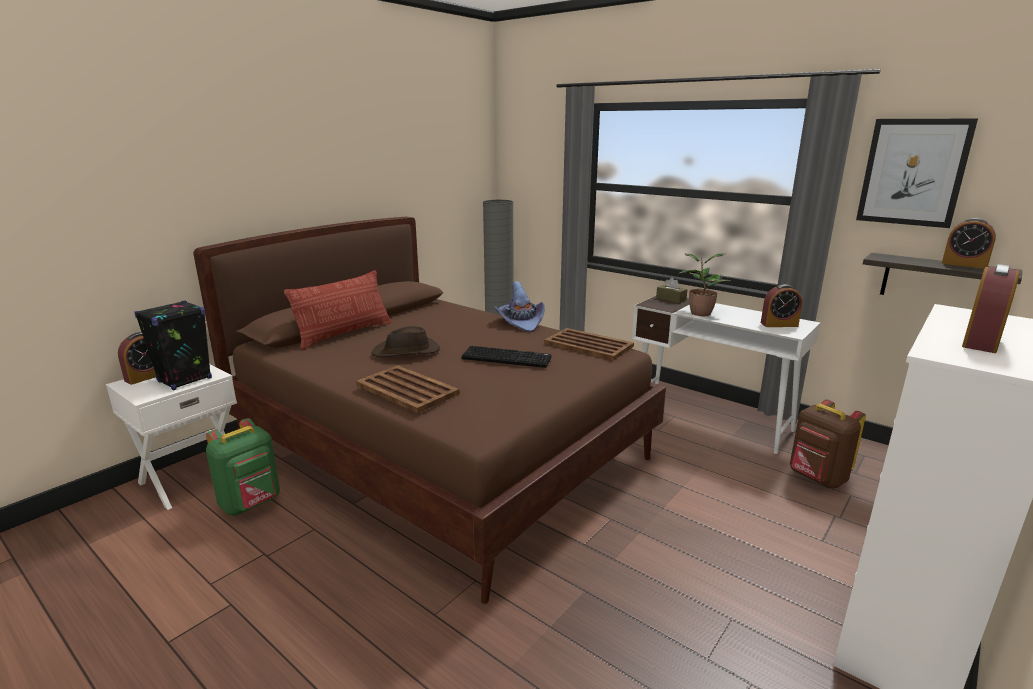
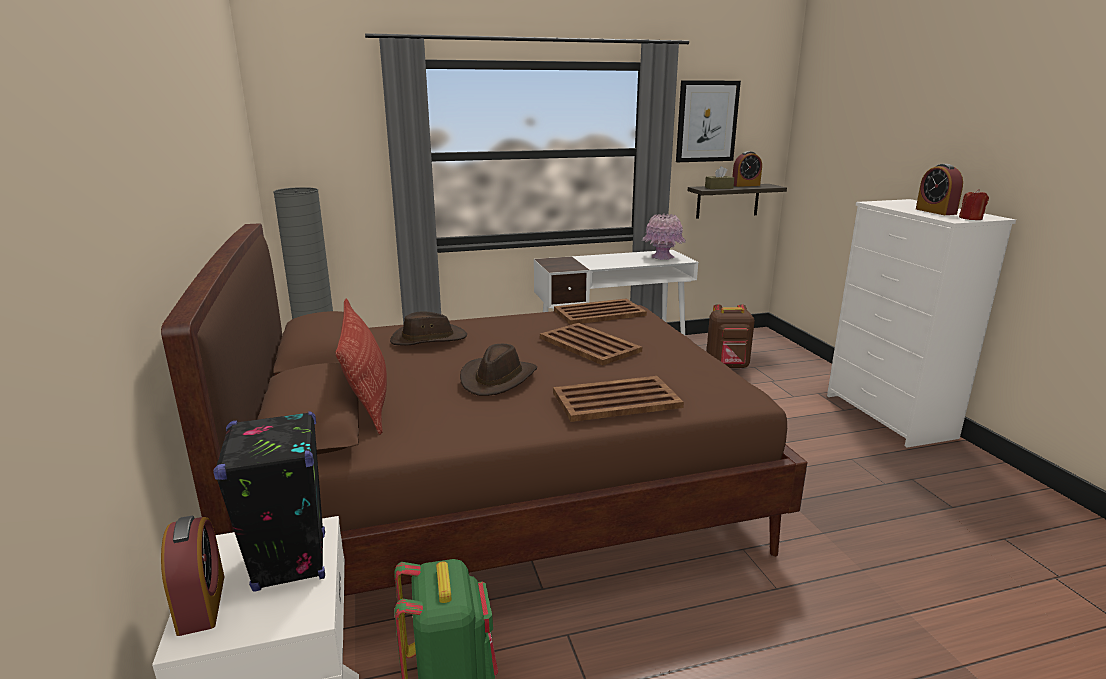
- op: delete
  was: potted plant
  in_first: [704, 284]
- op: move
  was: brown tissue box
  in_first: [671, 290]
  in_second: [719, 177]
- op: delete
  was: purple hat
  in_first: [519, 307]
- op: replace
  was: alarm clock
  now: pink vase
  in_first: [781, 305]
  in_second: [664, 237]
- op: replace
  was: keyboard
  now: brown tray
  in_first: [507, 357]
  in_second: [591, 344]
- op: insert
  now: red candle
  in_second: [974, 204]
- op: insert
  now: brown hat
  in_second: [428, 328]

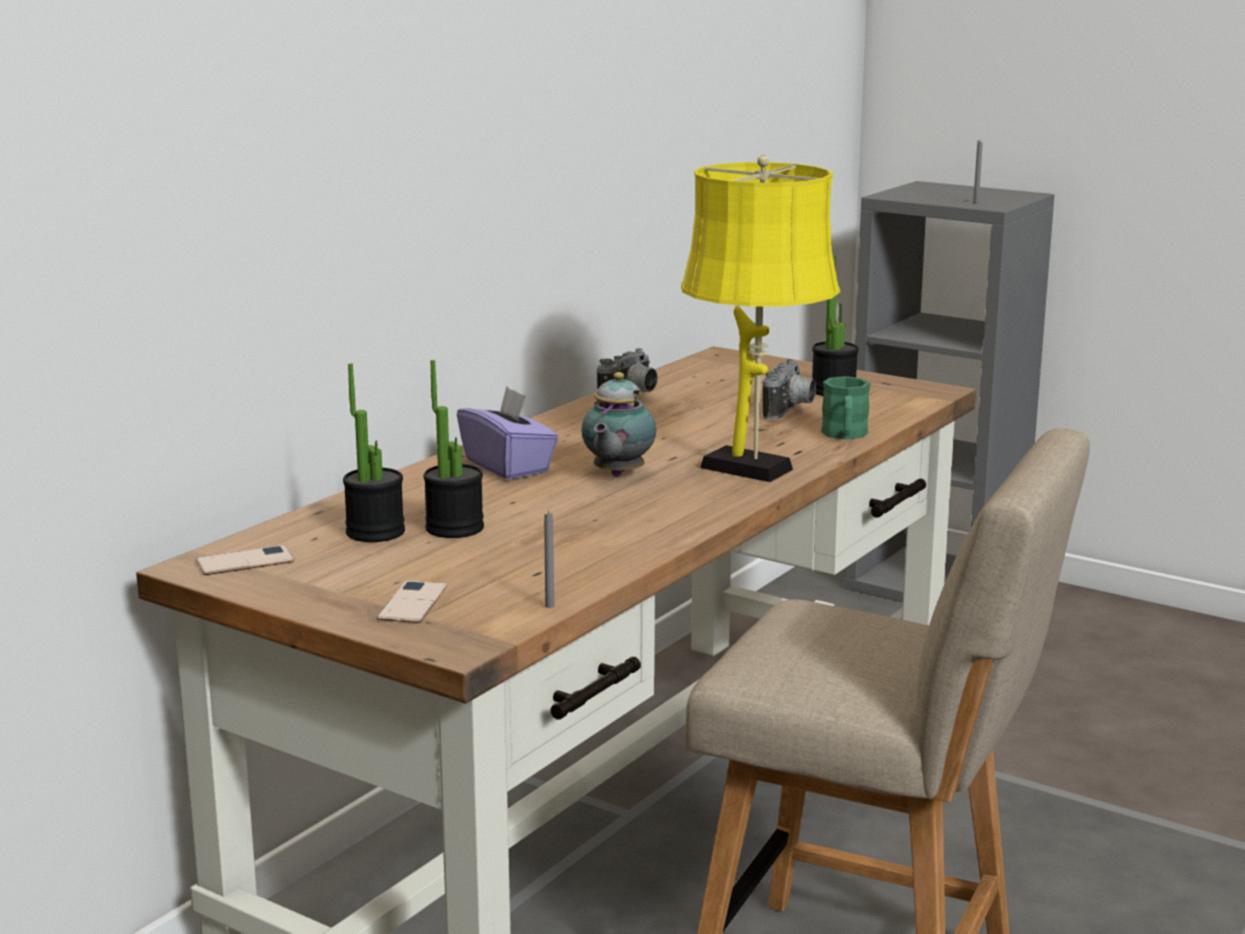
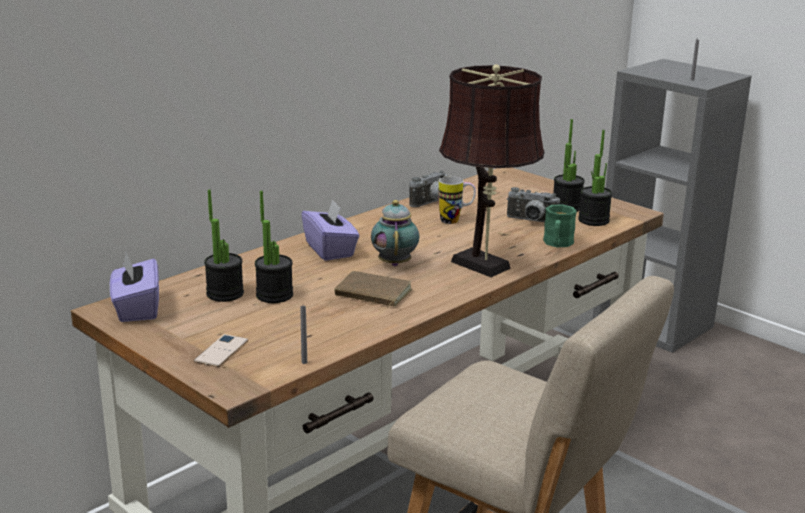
- op: recolor
  was: yellow table lamp
  now: brown table lamp
  in_first: [760, 318]
  in_second: [491, 170]
- op: rotate
  was: photo camera
  in_first: [789, 389]
  in_second: [533, 204]
  clockwise: 75
- op: rotate
  was: teapot
  in_first: [618, 424]
  in_second: [395, 233]
  clockwise: 150
- op: replace
  was: phone
  now: purple tissue box
  in_first: [245, 560]
  in_second: [134, 287]
- op: insert
  now: potted plant
  in_second: [595, 178]
- op: insert
  now: mug
  in_second: [457, 200]
- op: insert
  now: brown book
  in_second: [373, 289]

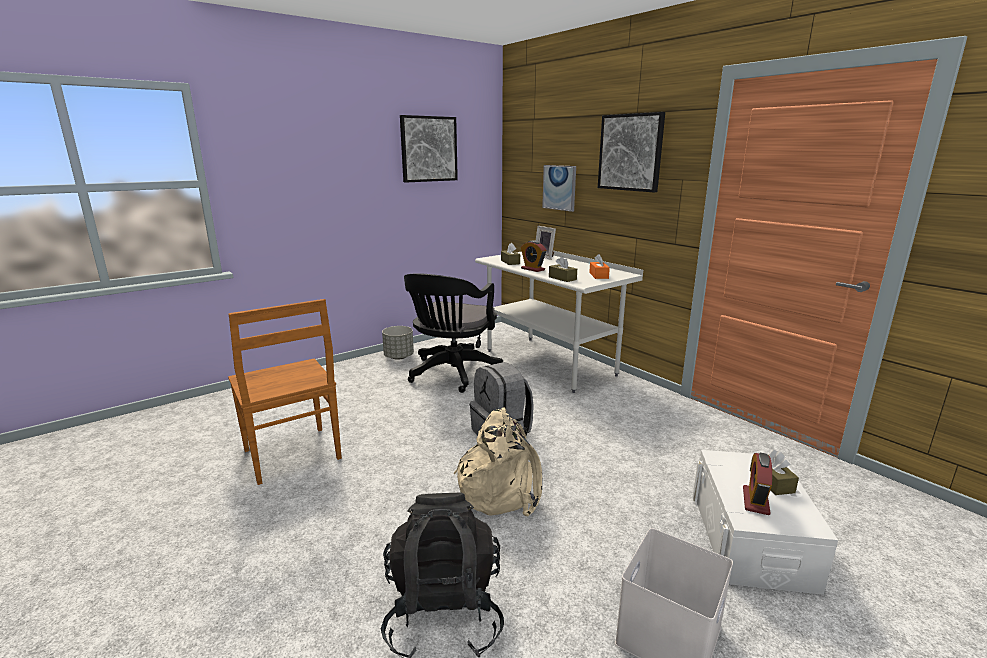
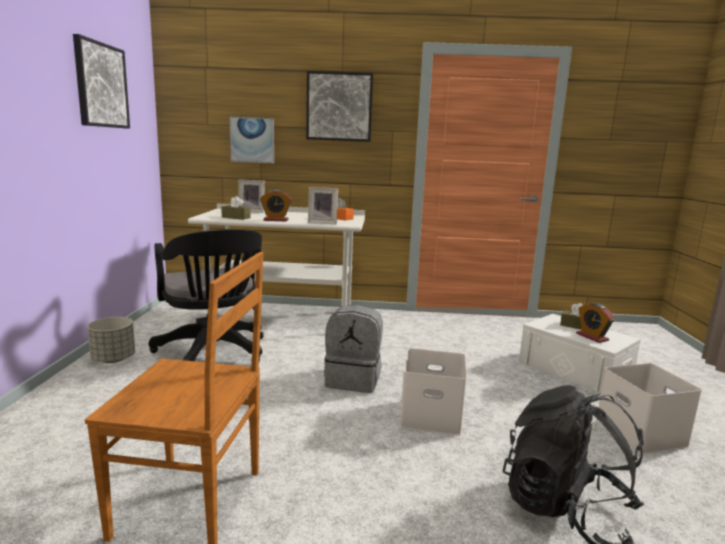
- op: replace
  was: brown tissue box
  now: picture frame
  in_first: [563, 269]
  in_second: [323, 205]
- op: replace
  was: beige backpack
  now: white storage box
  in_first: [498, 462]
  in_second: [433, 392]

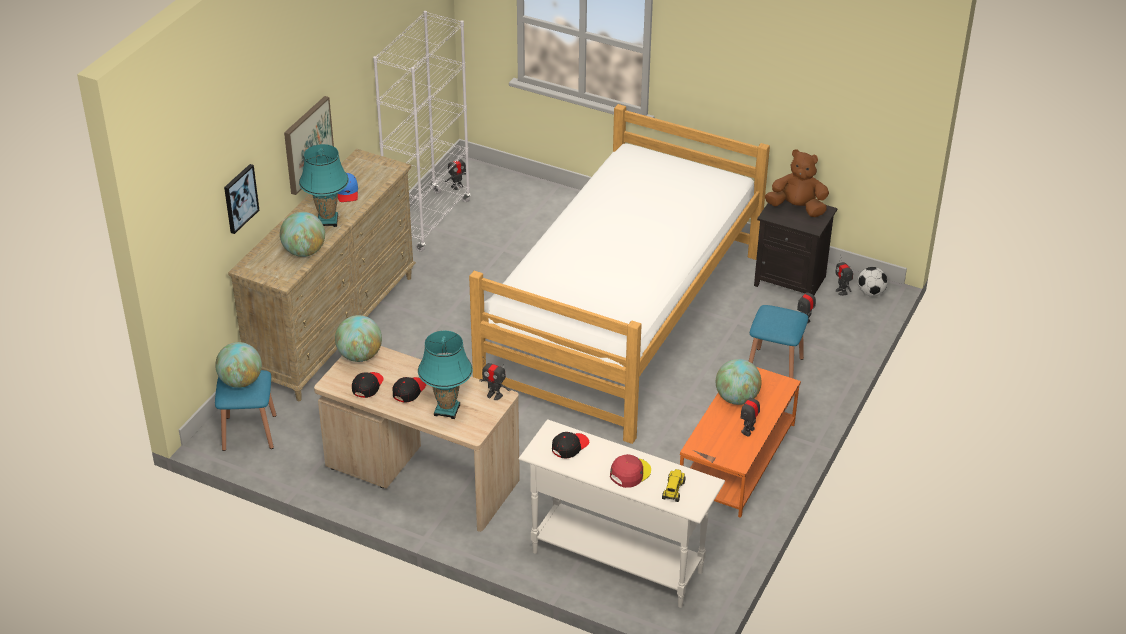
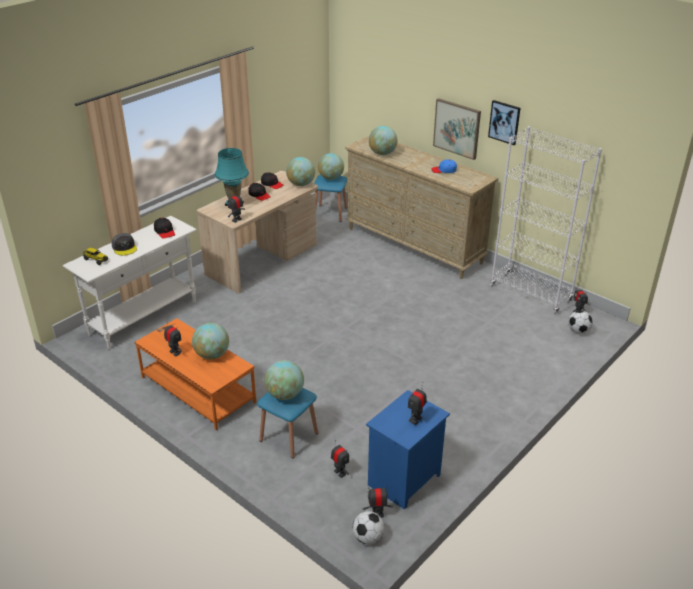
- op: delete
  was: bed
  in_first: [619, 274]
- op: delete
  was: turquoise table lamp
  in_first: [324, 185]
- op: replace
  was: brown plush toy
  now: toy robot
  in_first: [797, 183]
  in_second: [417, 406]
- op: move
  was: picture
  in_first: [241, 199]
  in_second: [504, 122]
- op: recolor
  was: black nightstand
  now: blue nightstand
  in_first: [796, 247]
  in_second: [408, 450]
- op: recolor
  was: red cap
  now: grey cap
  in_first: [630, 471]
  in_second: [124, 244]
- op: insert
  now: football
  in_second: [580, 322]
- op: insert
  now: globe
  in_second: [284, 380]

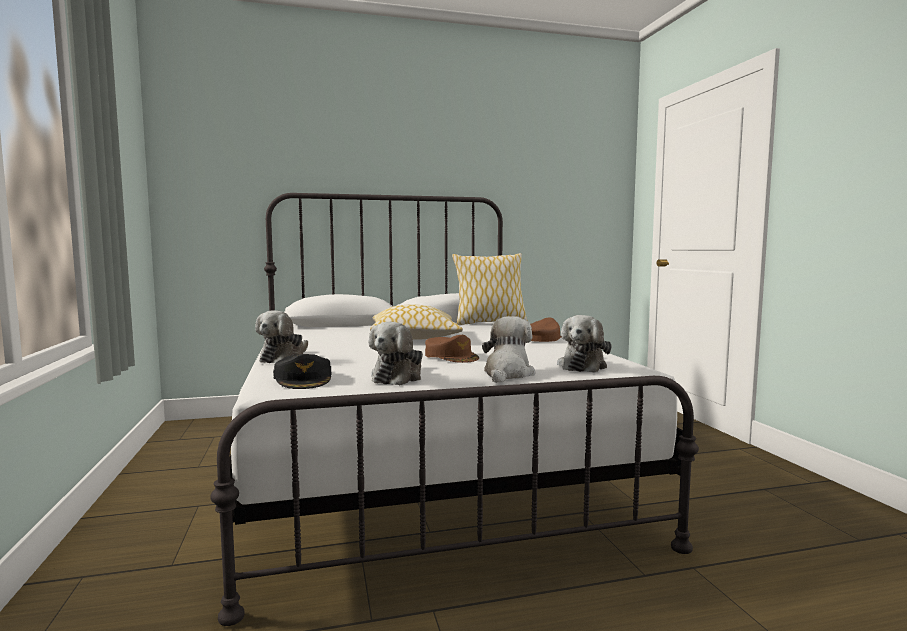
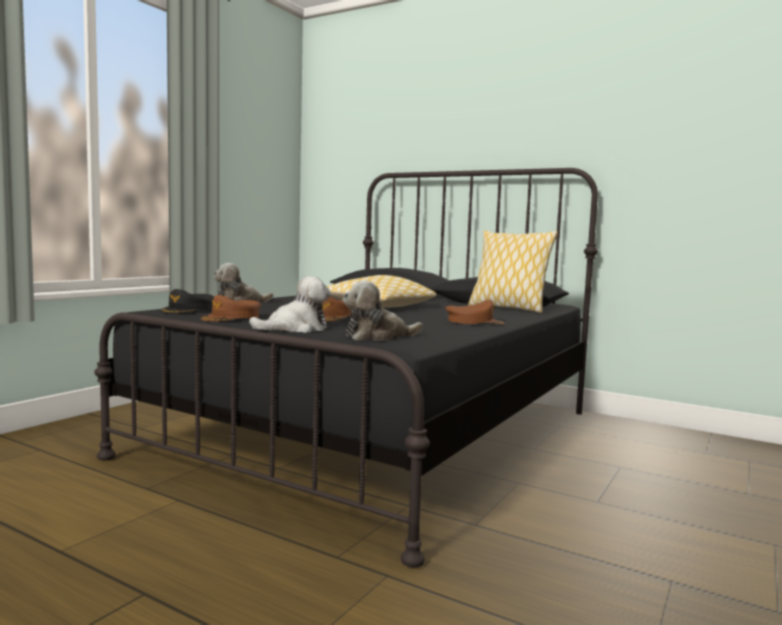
- op: recolor
  was: white bed
  now: black bed
  in_first: [454, 409]
  in_second: [346, 367]
- op: replace
  was: plush toy
  now: brown cap
  in_first: [396, 353]
  in_second: [231, 308]

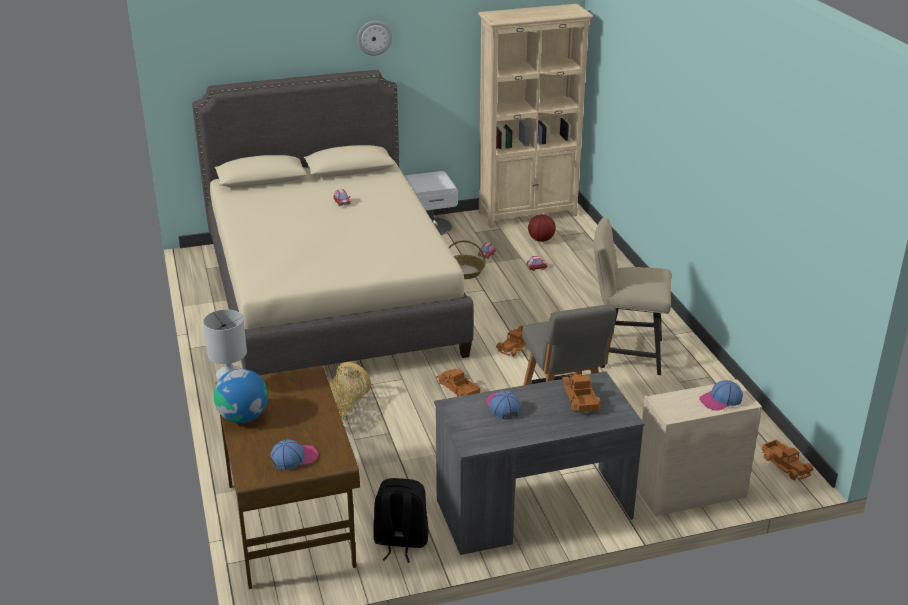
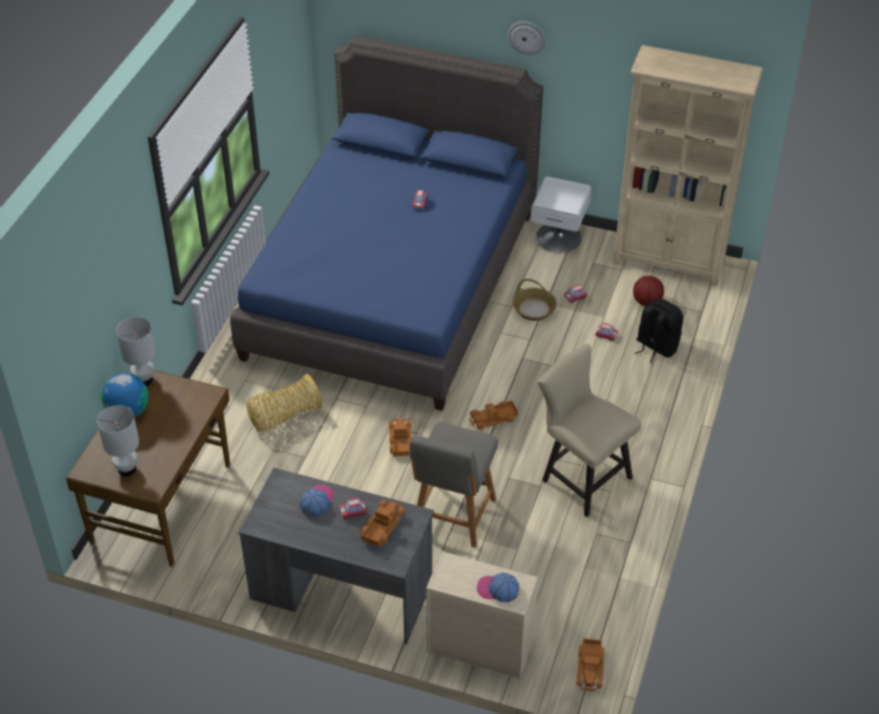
- op: recolor
  was: beige bed
  now: blue bed
  in_first: [333, 222]
  in_second: [386, 223]
- op: replace
  was: cap
  now: white table lamp
  in_first: [295, 454]
  in_second: [118, 440]
- op: move
  was: black backpack
  in_first: [400, 520]
  in_second: [658, 330]
- op: insert
  now: toy car
  in_second: [353, 508]

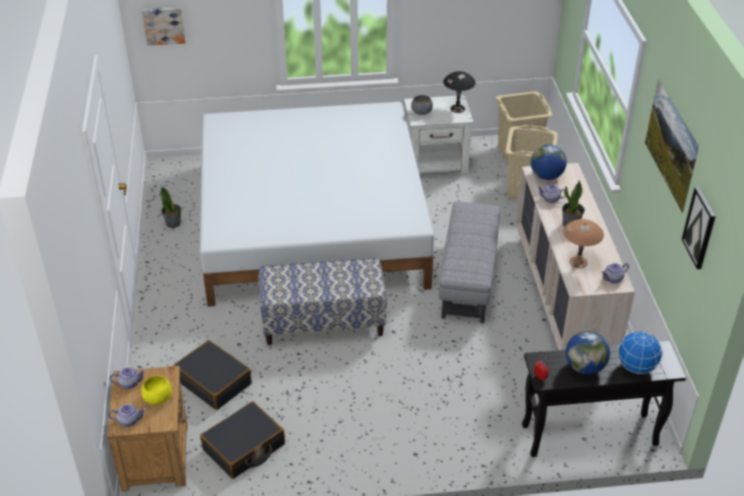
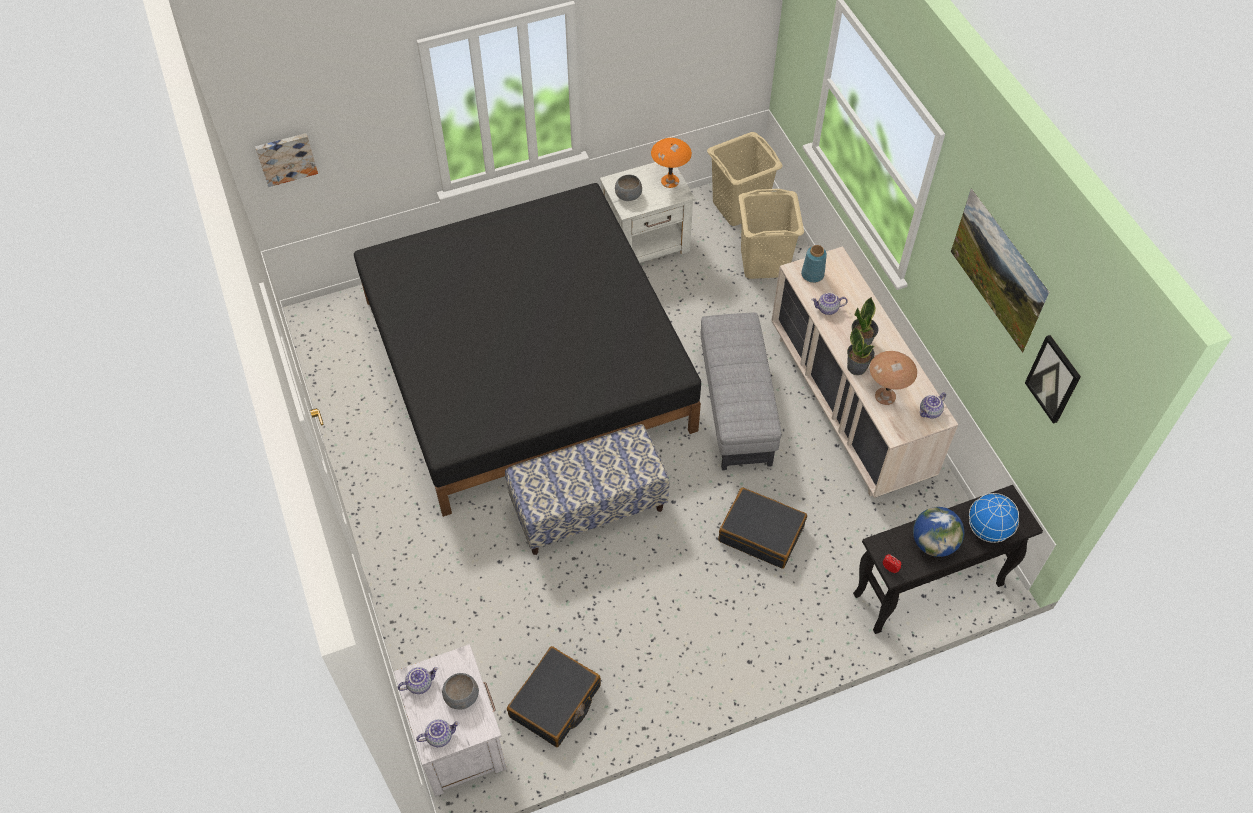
- op: recolor
  was: black table lamp
  now: orange table lamp
  in_first: [459, 92]
  in_second: [671, 163]
- op: recolor
  was: white bed
  now: black bed
  in_first: [317, 204]
  in_second: [527, 350]
- op: replace
  was: globe
  now: blue vase
  in_first: [549, 162]
  in_second: [814, 264]
- op: move
  was: potted plant
  in_first: [170, 207]
  in_second: [861, 351]
- op: move
  was: black suitcase
  in_first: [212, 375]
  in_second: [762, 528]
- op: recolor
  was: brown nightstand
  now: white nightstand
  in_first: [147, 428]
  in_second: [450, 720]
- op: recolor
  was: yellow bowl
  now: grey bowl
  in_first: [156, 390]
  in_second: [460, 691]

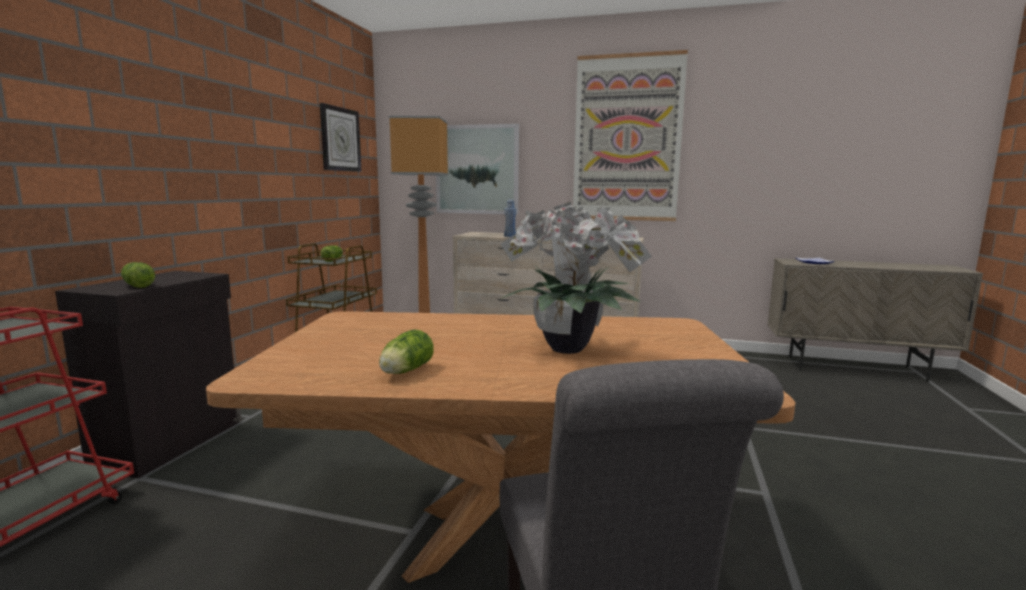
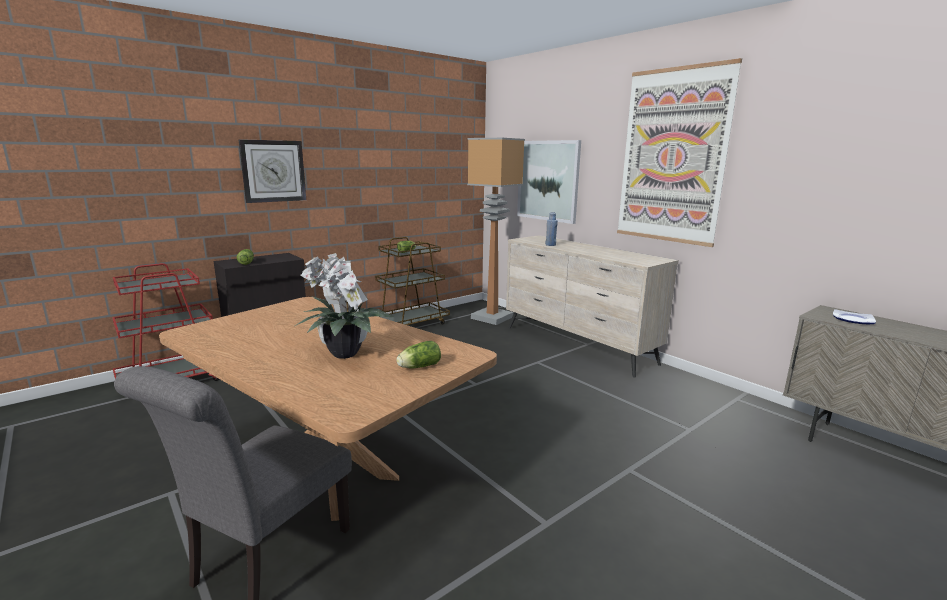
- op: move
  was: wall clock
  in_first: [341, 137]
  in_second: [272, 171]
- op: move
  was: lettuce
  in_first: [406, 351]
  in_second: [418, 354]

